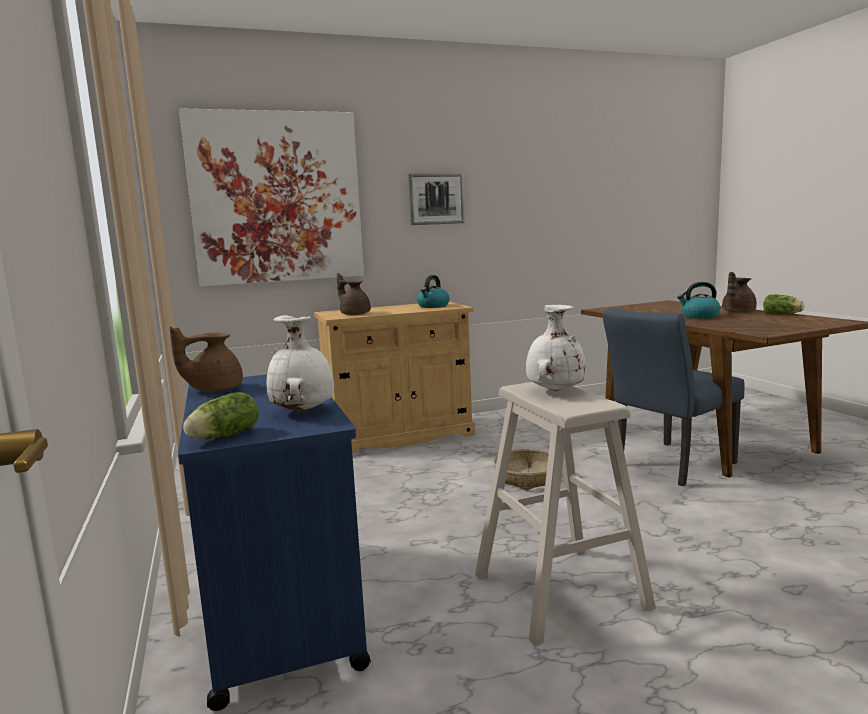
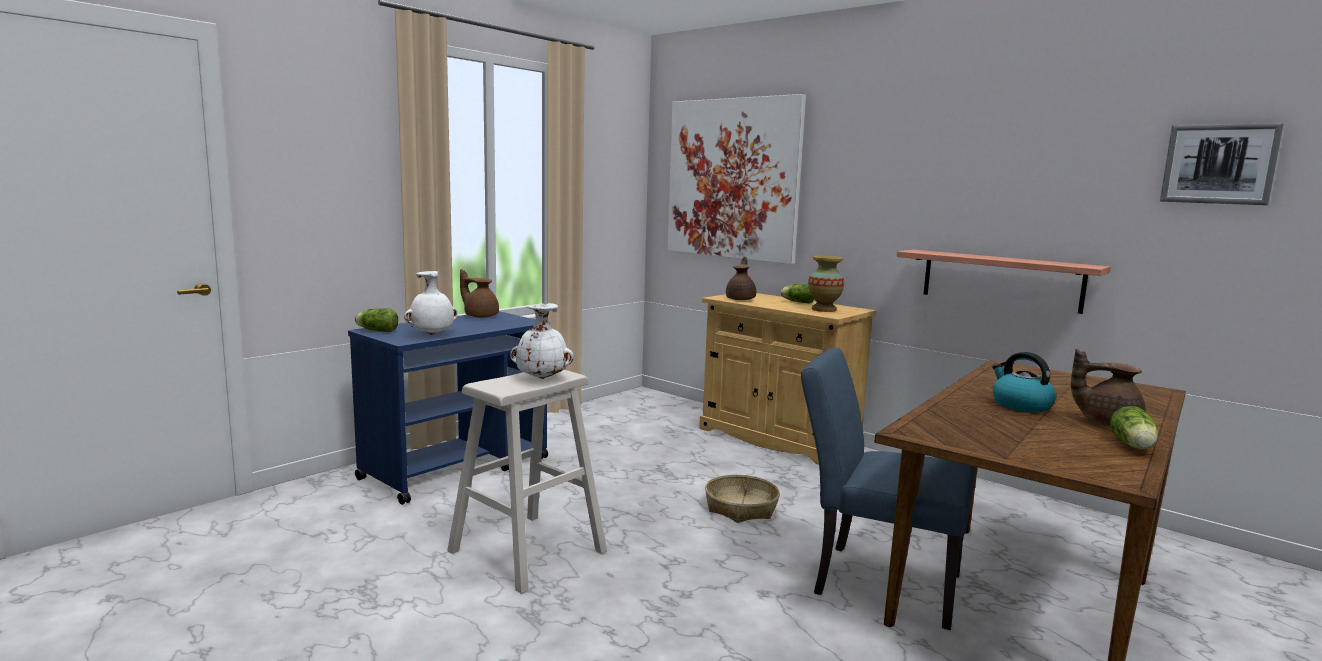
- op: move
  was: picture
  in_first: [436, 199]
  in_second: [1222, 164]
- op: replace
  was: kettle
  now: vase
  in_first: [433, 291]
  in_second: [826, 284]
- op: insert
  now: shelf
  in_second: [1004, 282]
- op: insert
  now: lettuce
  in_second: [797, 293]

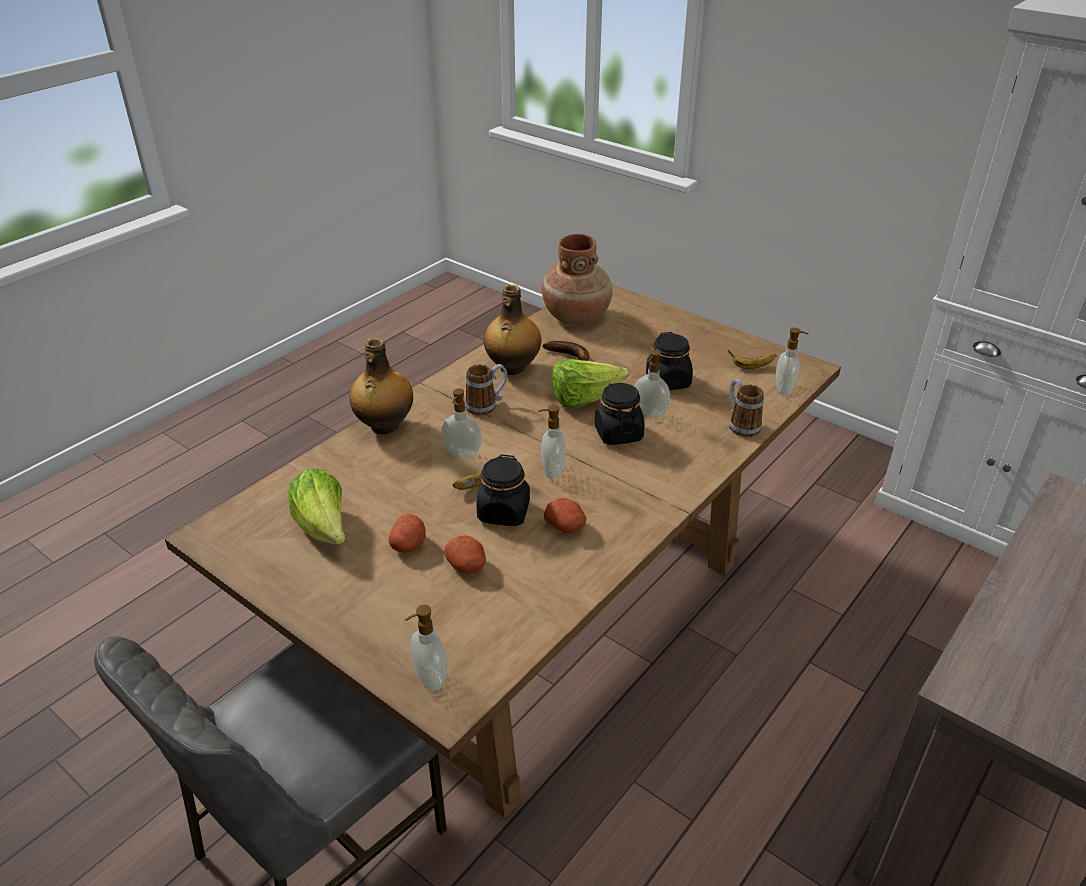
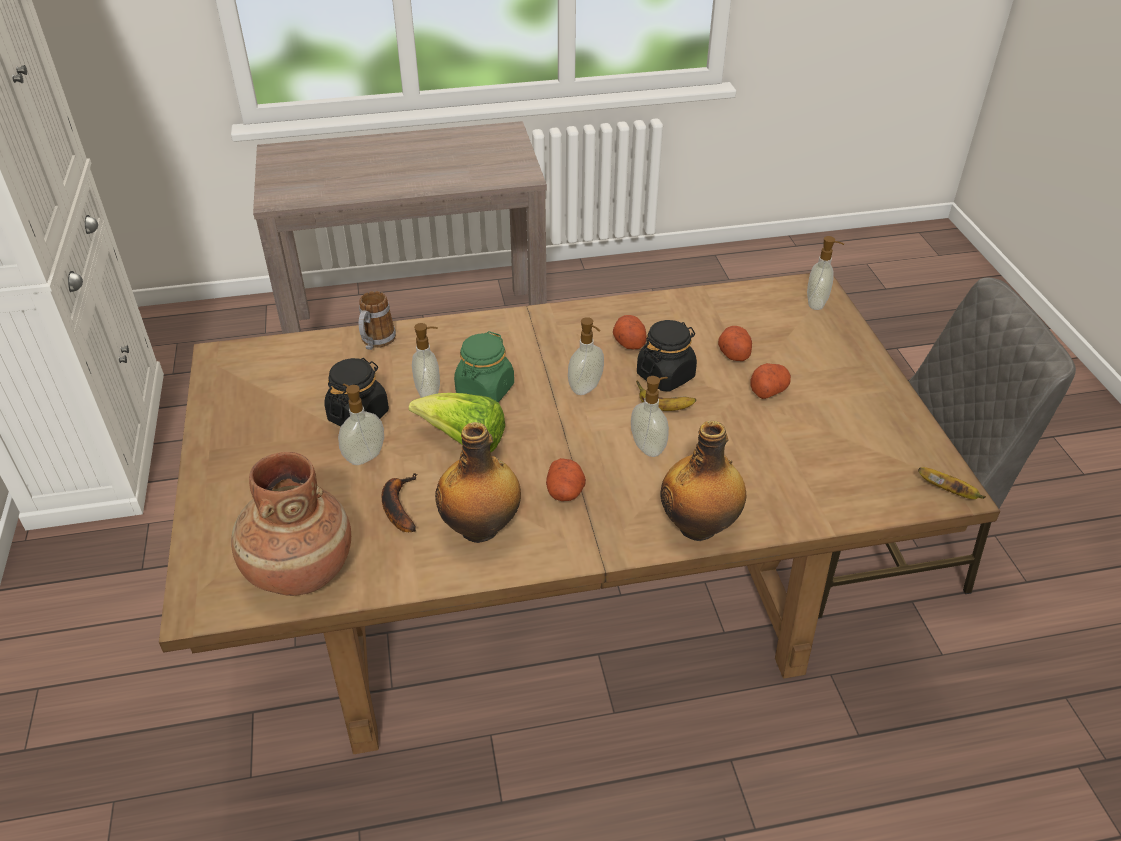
- op: move
  was: soap dispenser
  in_first: [792, 361]
  in_second: [361, 424]
- op: move
  was: banana
  in_first: [752, 359]
  in_second: [952, 483]
- op: replace
  was: mug
  now: potato
  in_first: [486, 389]
  in_second: [566, 479]
- op: recolor
  was: black jar
  now: green jar
  in_first: [619, 413]
  in_second: [484, 366]
- op: delete
  was: lettuce
  in_first: [316, 506]

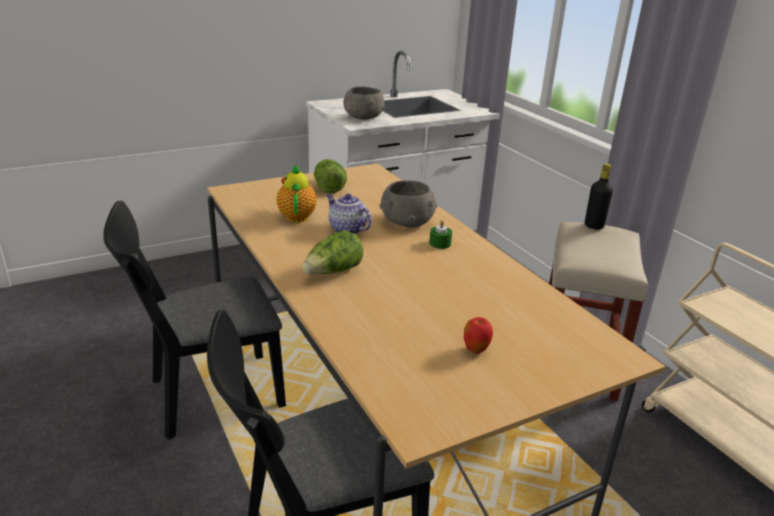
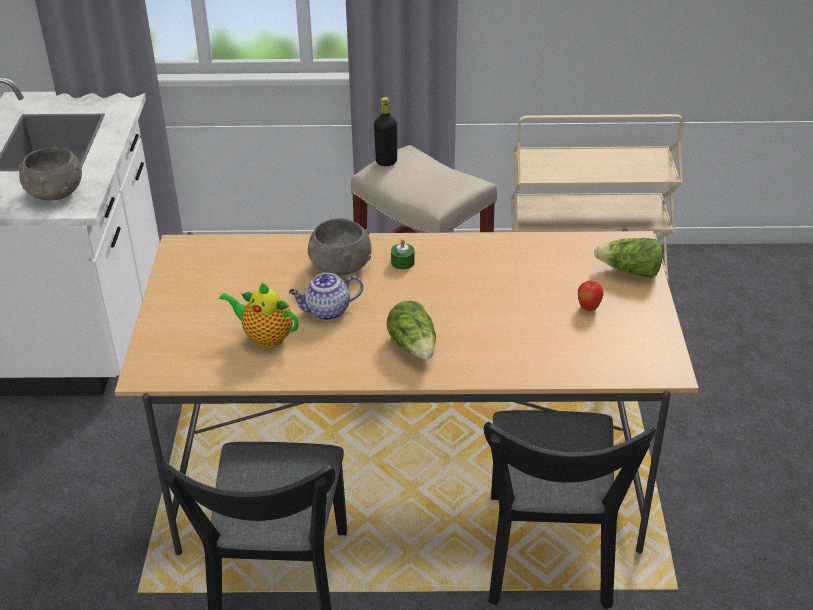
- op: move
  was: lettuce
  in_first: [330, 176]
  in_second: [628, 258]

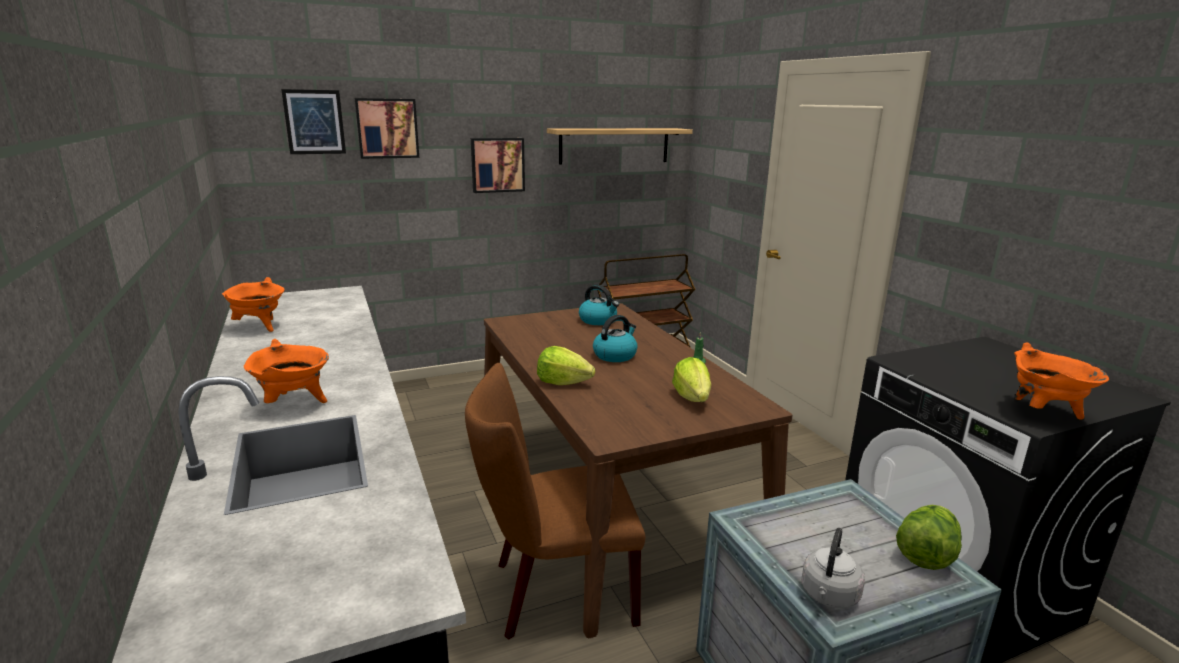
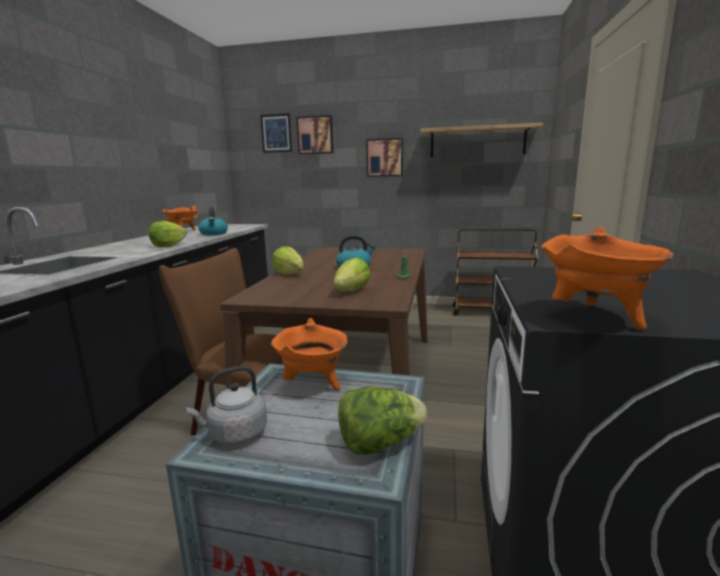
- op: move
  was: kettle
  in_first: [599, 305]
  in_second: [213, 221]
- op: move
  was: orange cooking pot
  in_first: [286, 371]
  in_second: [309, 354]
- op: insert
  now: lettuce
  in_second: [168, 234]

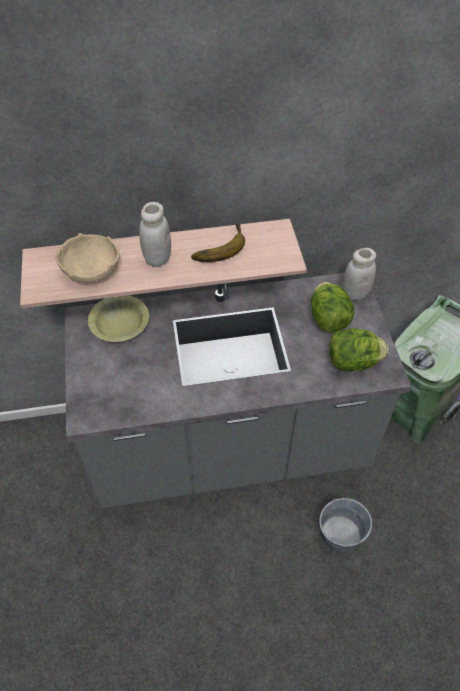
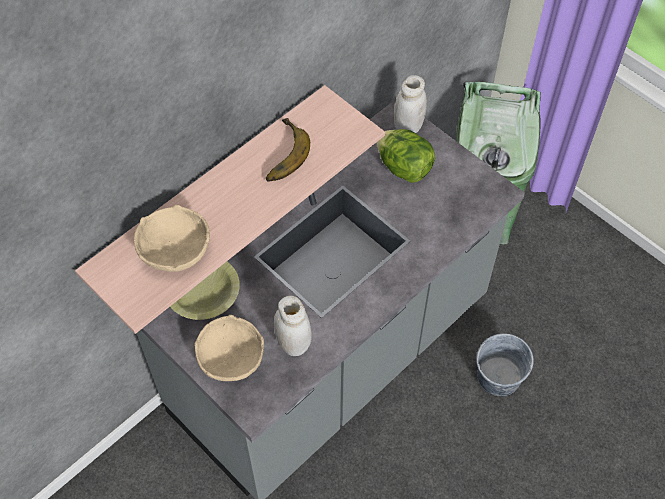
- op: move
  was: white jar
  in_first: [155, 234]
  in_second: [293, 326]
- op: delete
  was: lettuce
  in_first: [359, 349]
- op: insert
  now: beige bowl
  in_second: [229, 348]

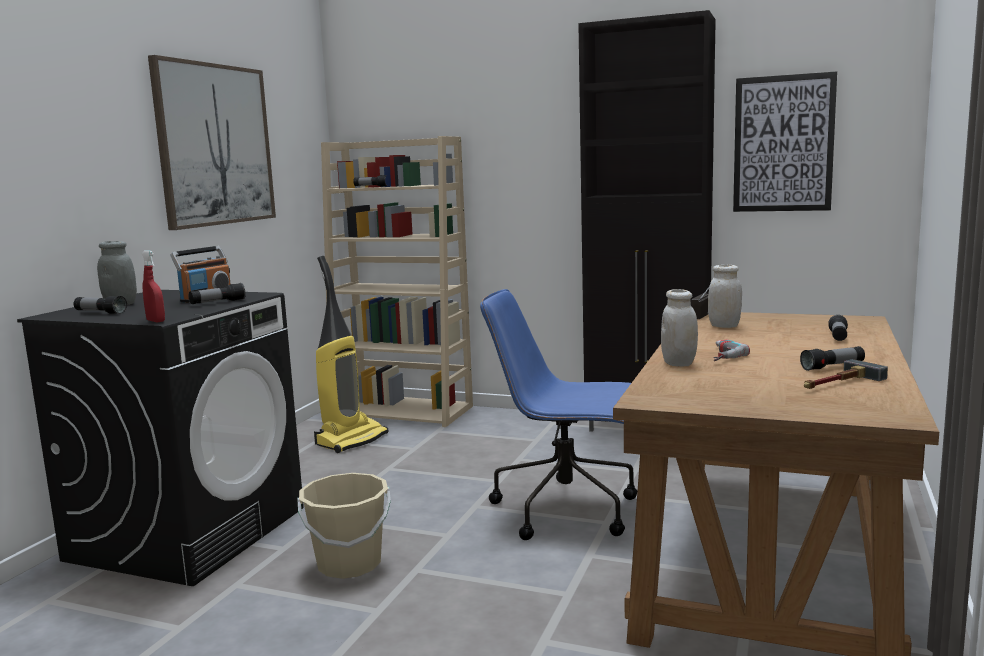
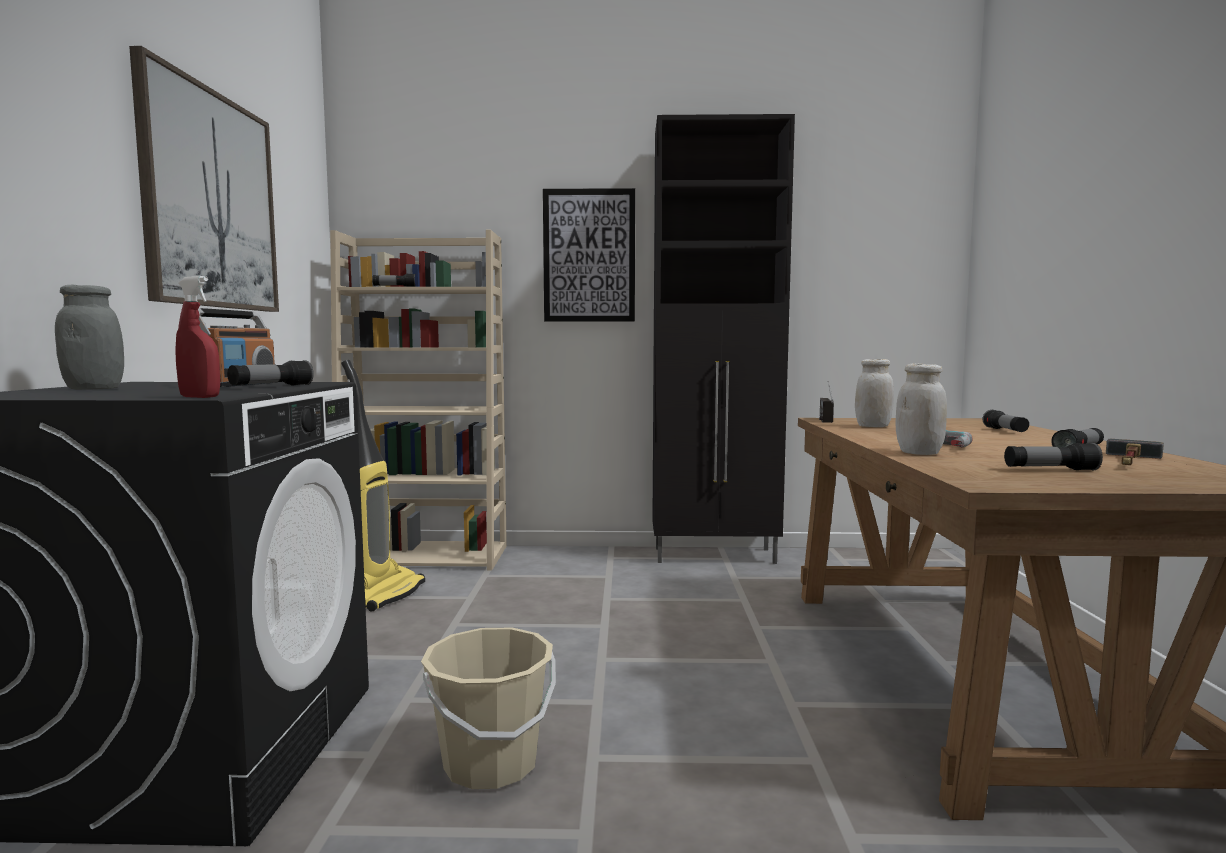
- op: move
  was: picture
  in_first: [785, 141]
  in_second: [589, 255]
- op: delete
  was: blue office chair
  in_first: [558, 414]
- op: move
  was: flashlight
  in_first: [100, 305]
  in_second: [1053, 456]

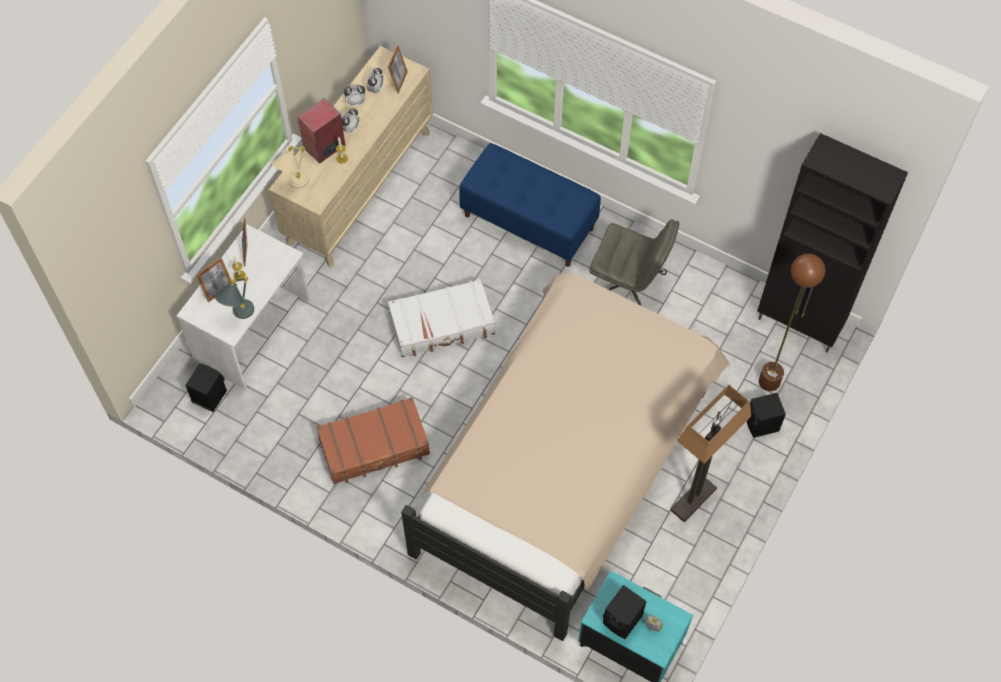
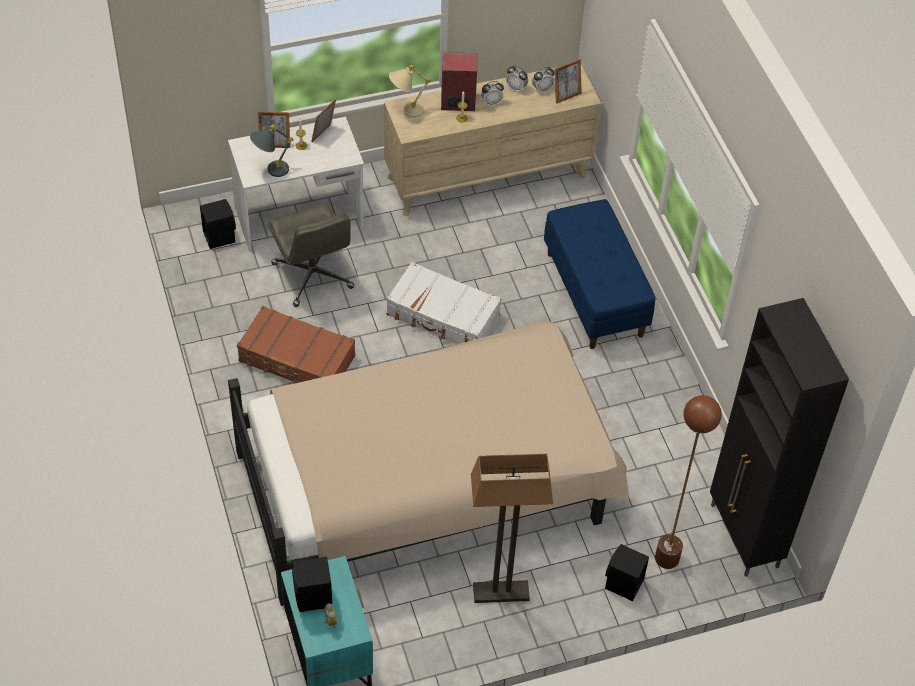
- op: move
  was: grey office chair
  in_first: [634, 262]
  in_second: [311, 255]

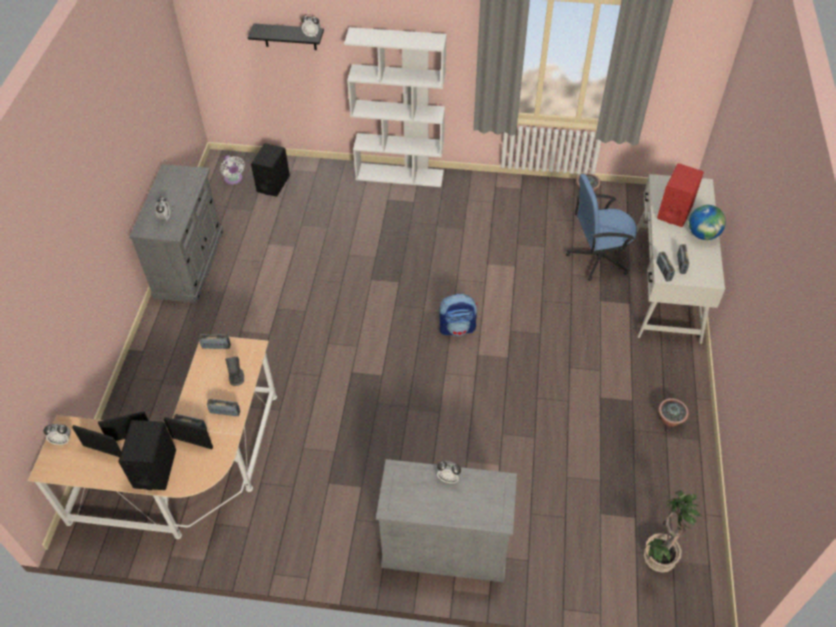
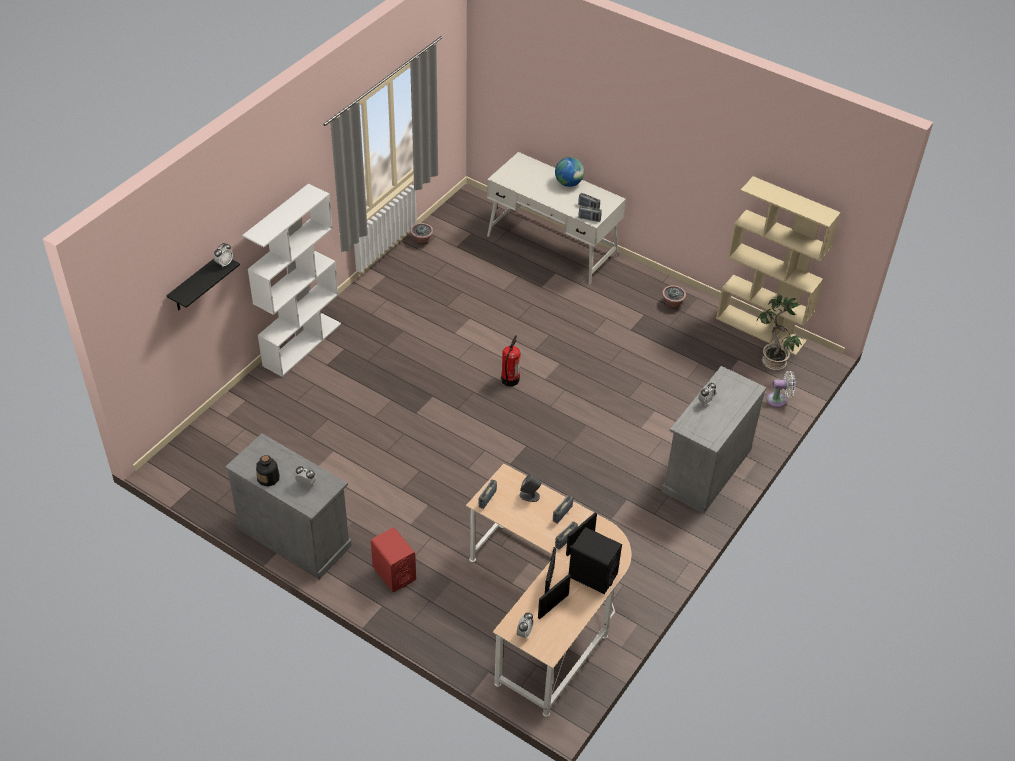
- op: delete
  was: black speaker
  in_first: [270, 170]
- op: move
  was: white fan
  in_first: [232, 170]
  in_second: [781, 389]
- op: move
  was: red speaker
  in_first: [680, 195]
  in_second: [393, 559]
- op: delete
  was: blue office chair
  in_first: [601, 227]
- op: replace
  was: backpack
  now: fire extinguisher
  in_first: [458, 315]
  in_second: [510, 361]
- op: insert
  now: beige bookcase
  in_second: [778, 266]
- op: insert
  now: bottle
  in_second: [268, 471]

